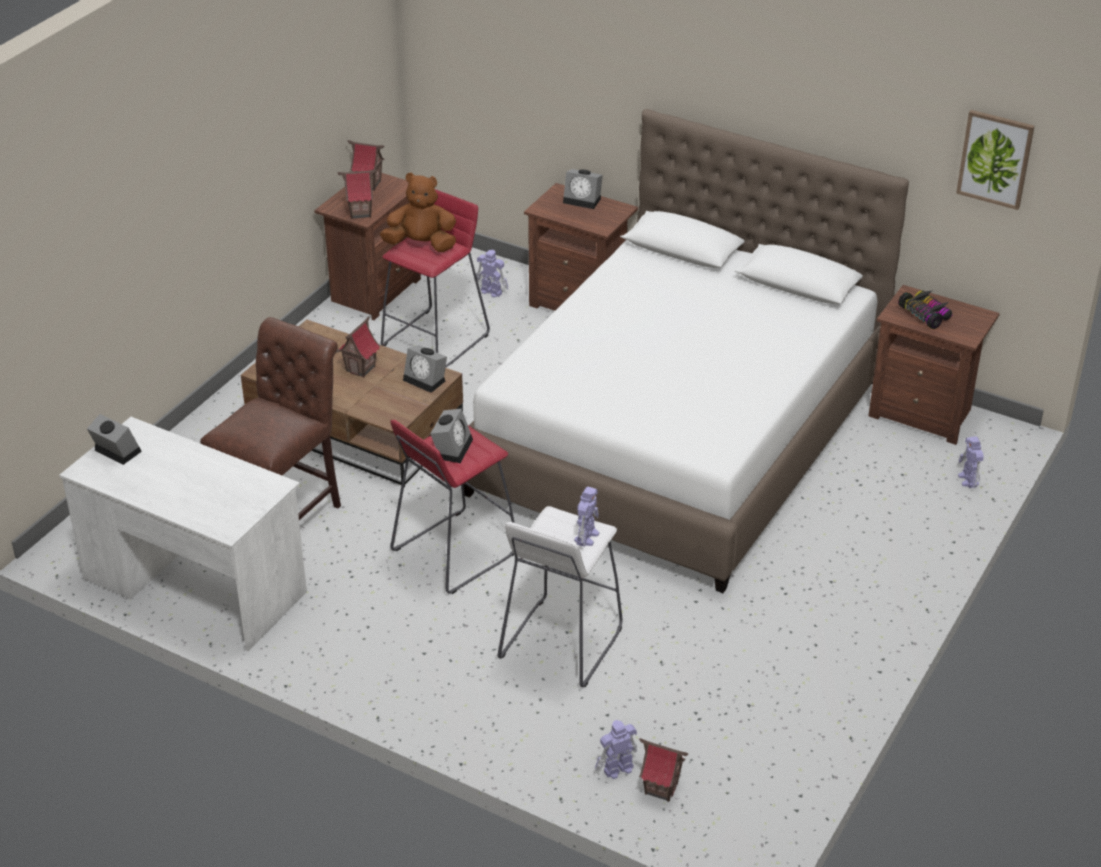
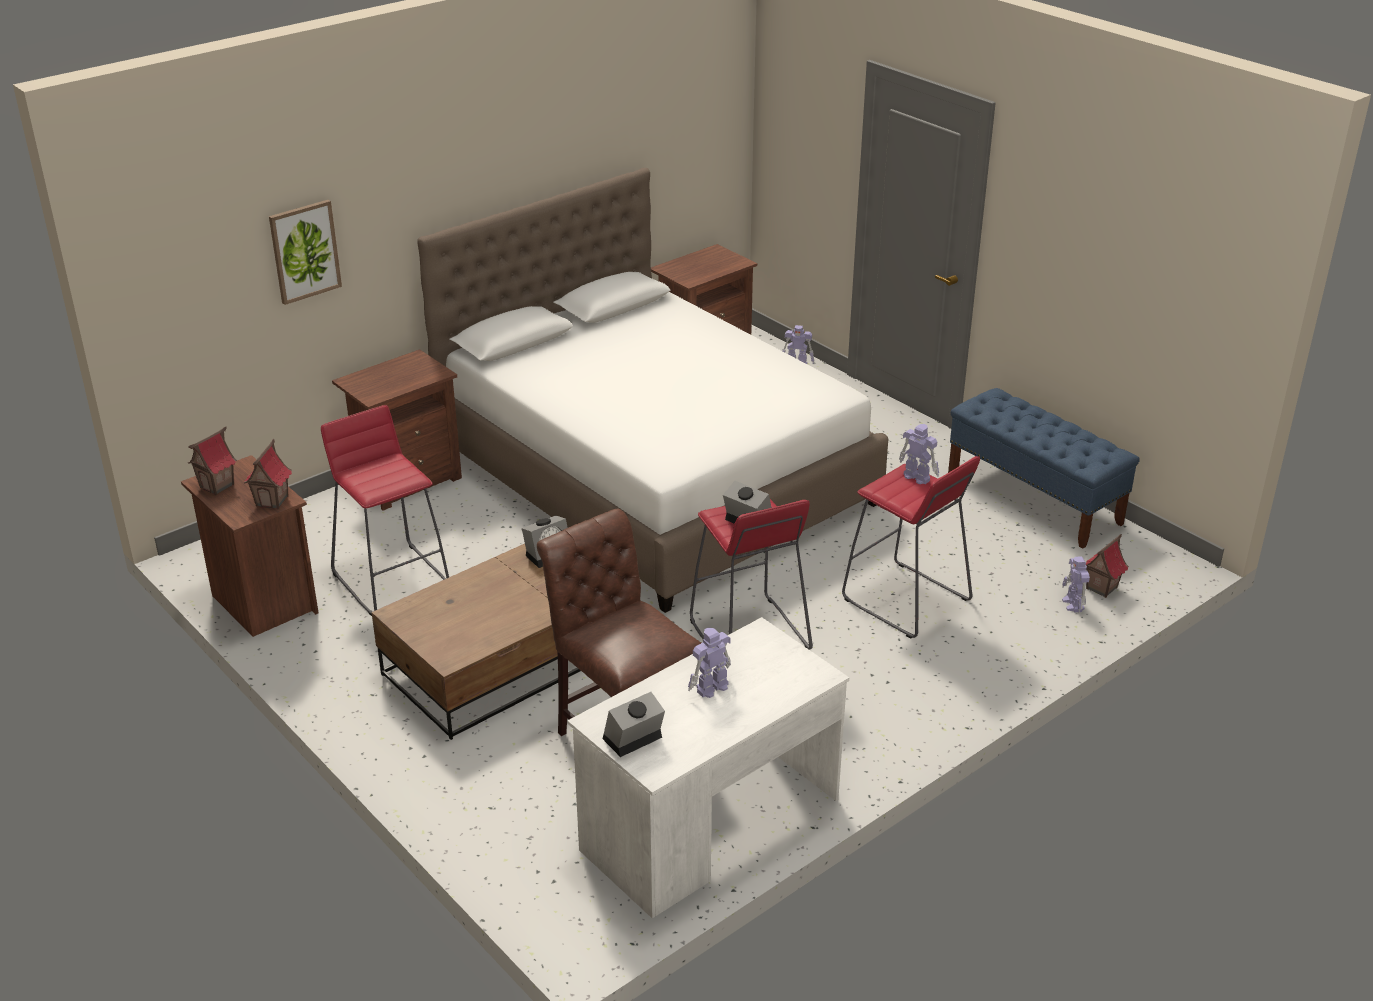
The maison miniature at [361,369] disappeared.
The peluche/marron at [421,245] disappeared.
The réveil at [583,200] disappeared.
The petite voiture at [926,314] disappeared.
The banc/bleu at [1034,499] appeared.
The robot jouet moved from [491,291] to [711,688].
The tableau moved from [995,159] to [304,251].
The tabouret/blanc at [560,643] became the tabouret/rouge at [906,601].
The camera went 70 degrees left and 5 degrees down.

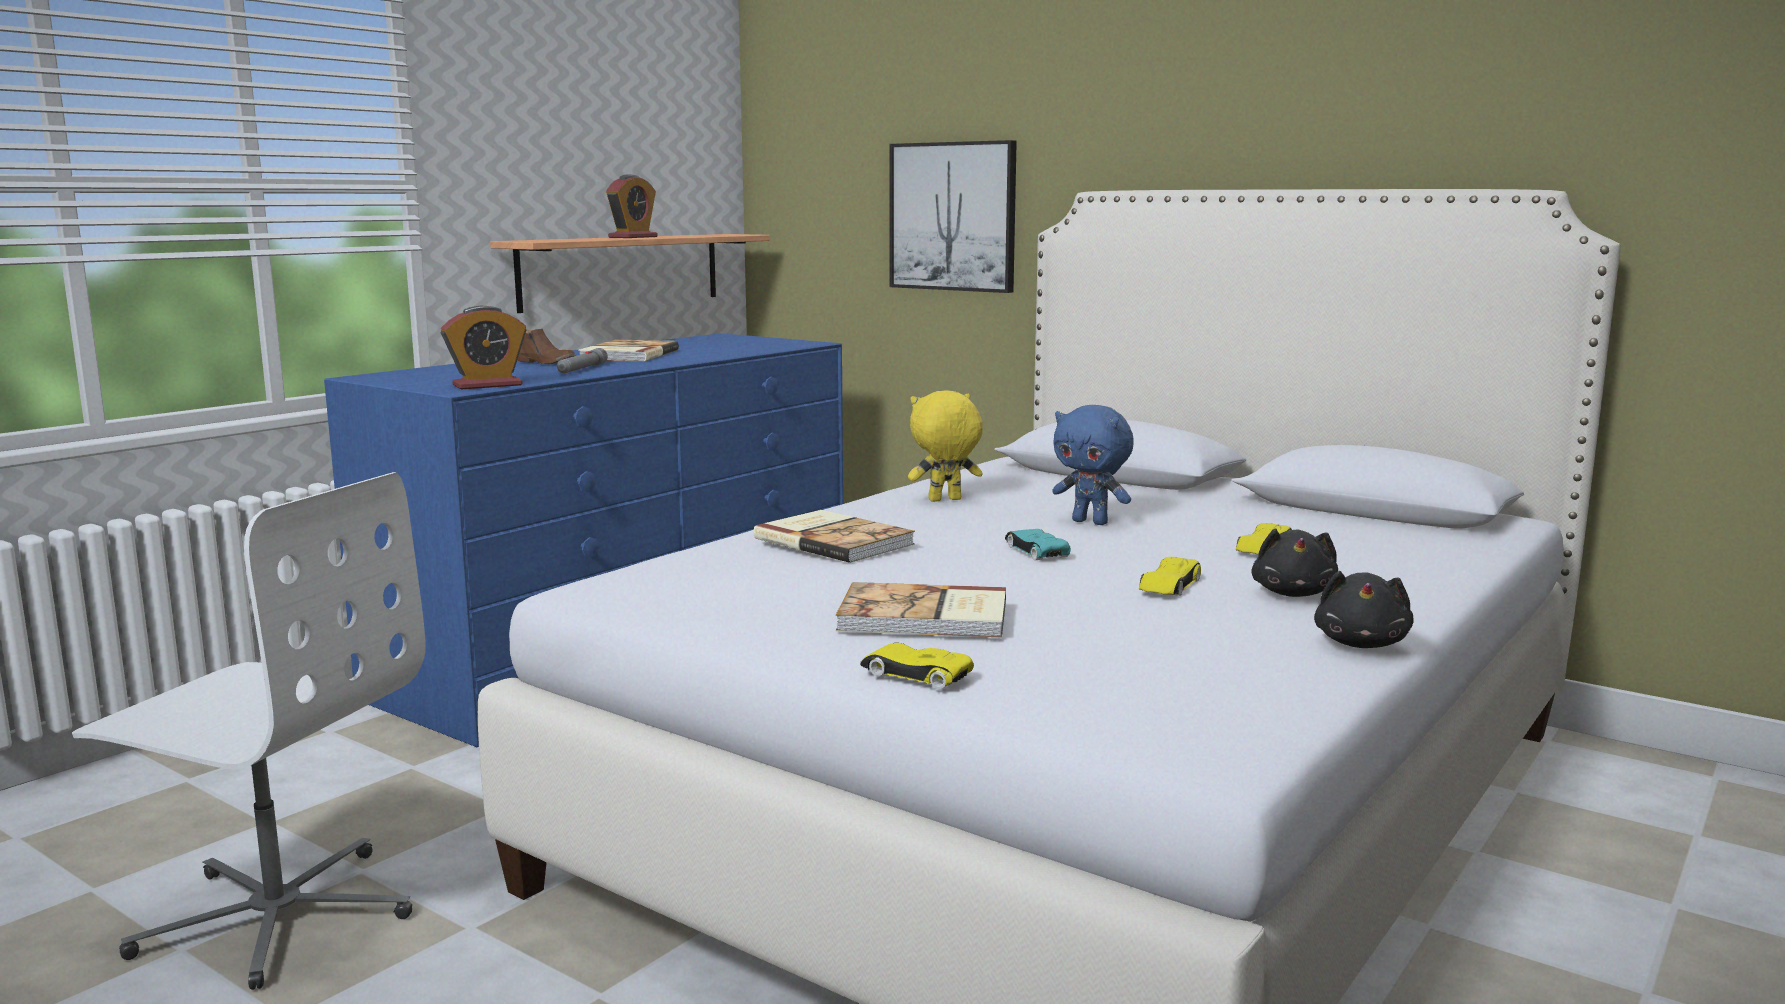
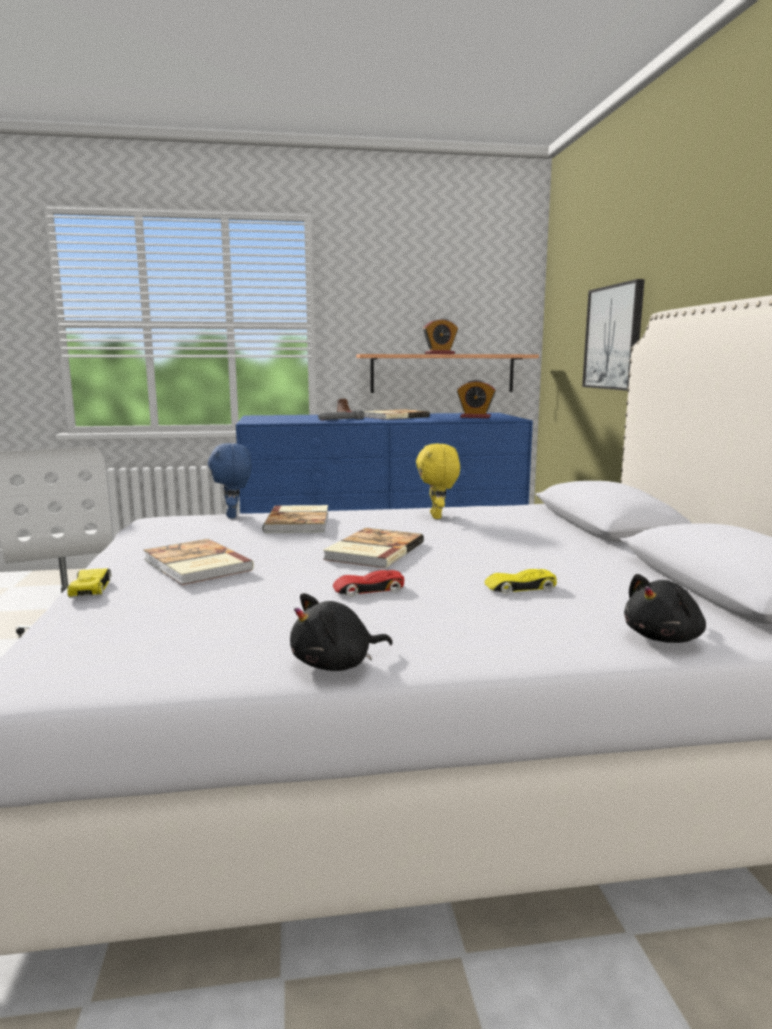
The réveil moved from [487,385] to [475,417].
The peluche/bleu moved from [1091,522] to [233,516].
The peluche/noir moved from [1293,593] to [664,638].
The petite voiture/turquoise at [1036,551] was replaced by the livre at [372,551].
The petite voiture/jaune at [1169,586] became the petite voiture/rouge at [368,590].
The peluche/jaune at [944,500] turned 120 degrees counterclockwise.
The camera went 45 degrees right and 0 degrees up.

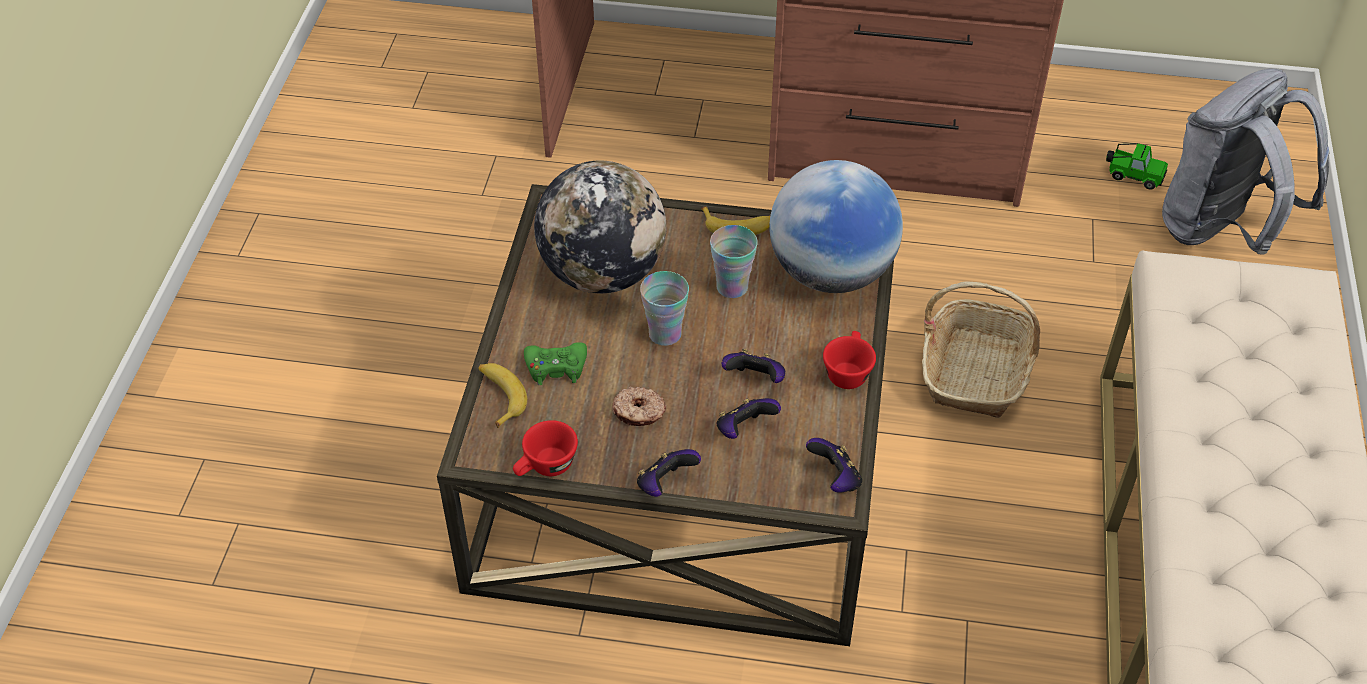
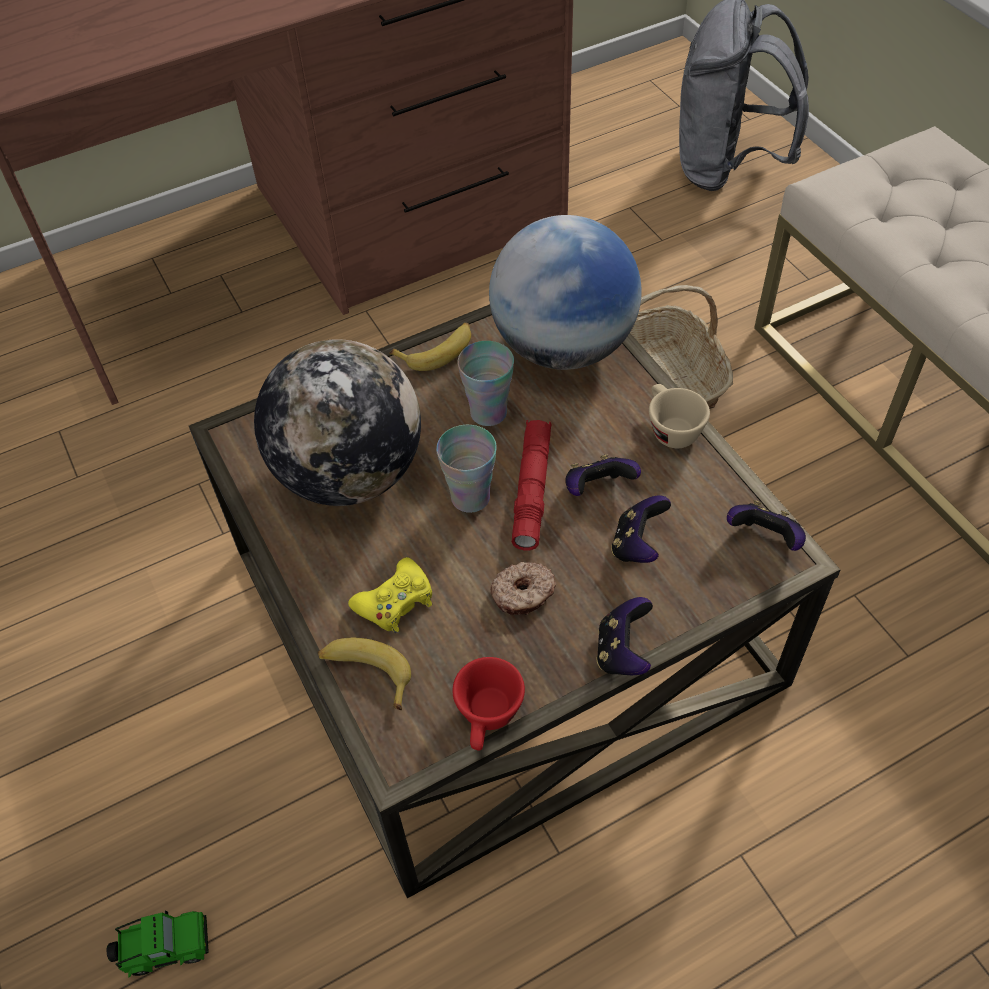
The lampe de poche/rouge at [532,489] appeared.
The petite voiture moved from [1132,176] to [164,948].
The manette/vert at [556,368] became the manette/jaune at [395,602].
The tasse/rouge at [847,371] became the tasse/beige at [670,428].
The camera went 35 degrees left and 5 degrees up.

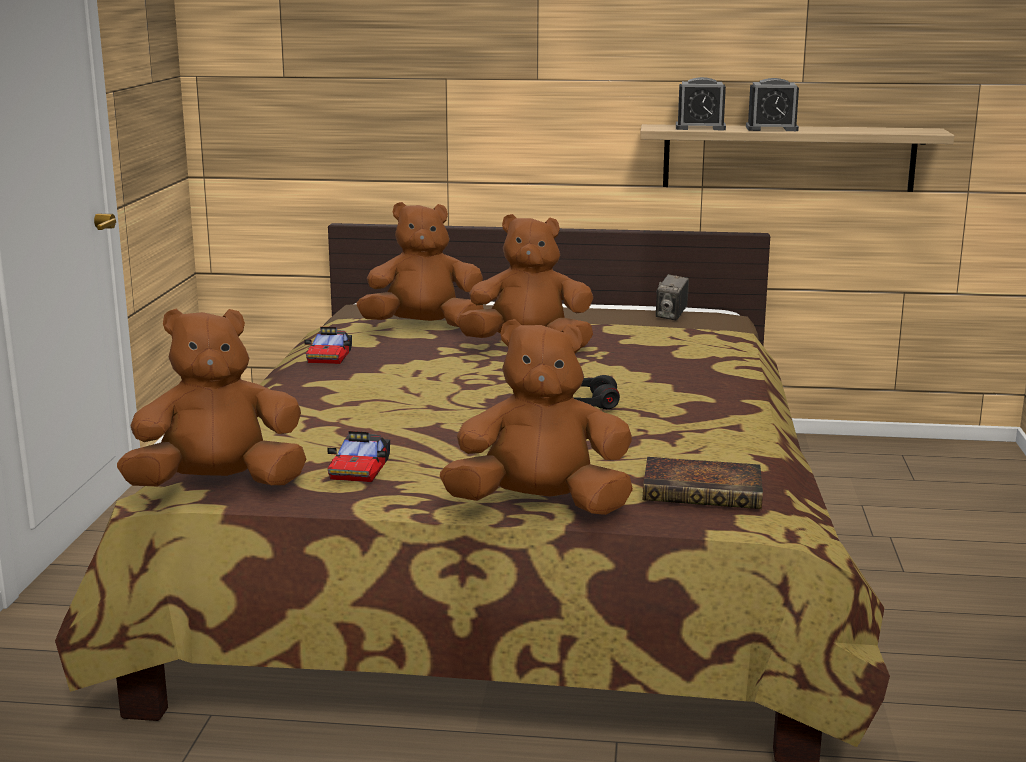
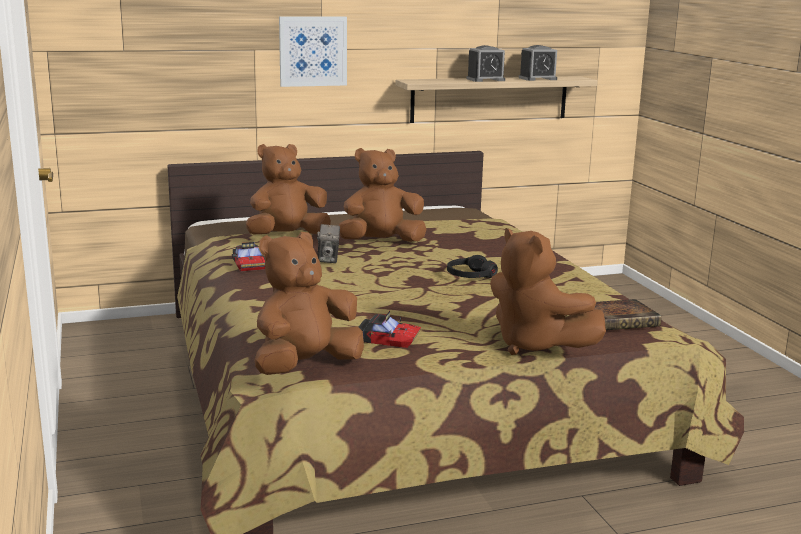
The tableau at [312,51] appeared.
The appareil photo moved from [671,316] to [328,259].
The réveil moved from [700,127] to [537,79].
The petite voiture at [360,468] turned 60 degrees counterclockwise.
The peluche/marron at [540,506] turned 105 degrees counterclockwise.
The camera went 25 degrees left and 0 degrees up.

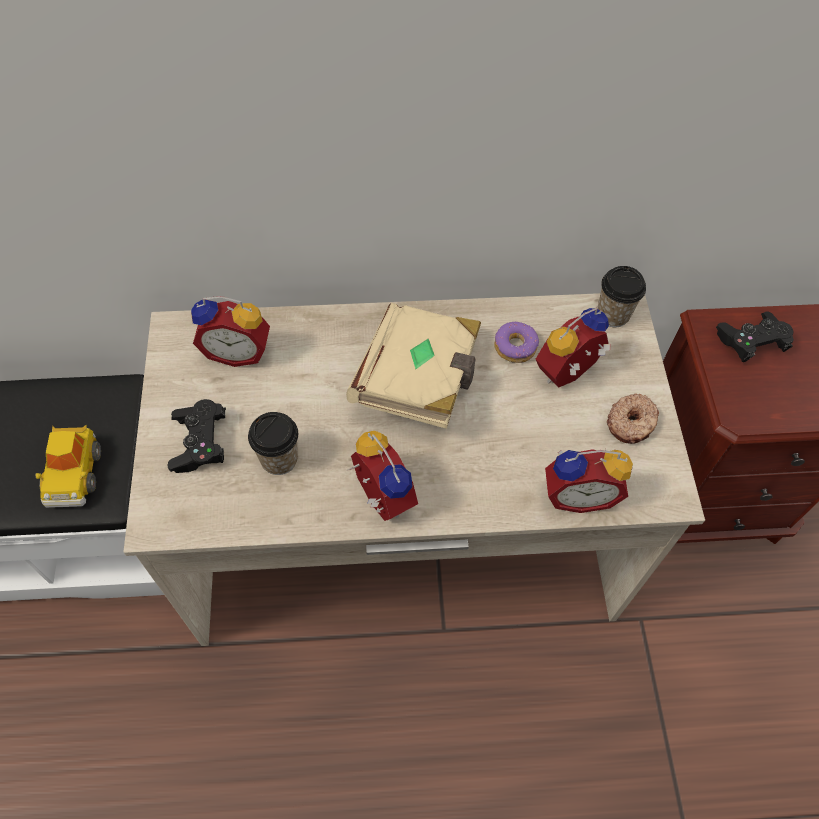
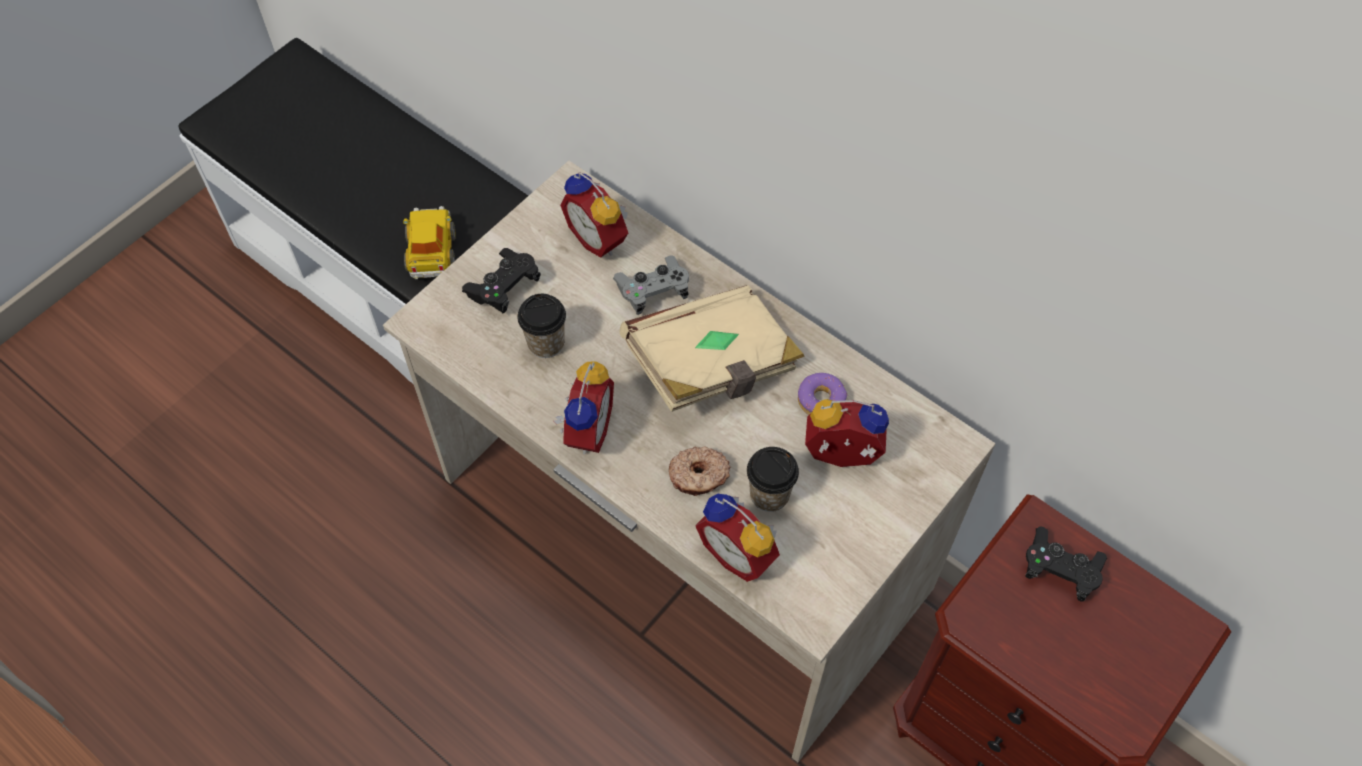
The manette/gris at [653,292] appeared.
The tasse moved from [613,314] to [769,495].
The beignet moved from [631,423] to [699,476].
The petite voiture at [73,473] turned 135 degrees clockwise.
The camera went 45 degrees right and 0 degrees up.

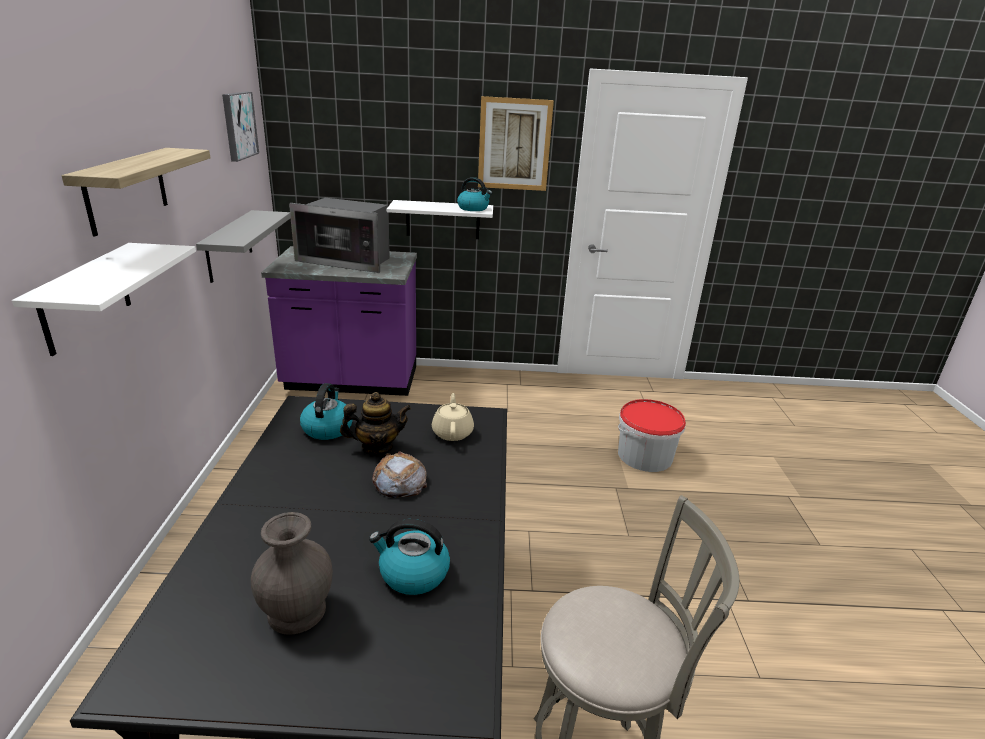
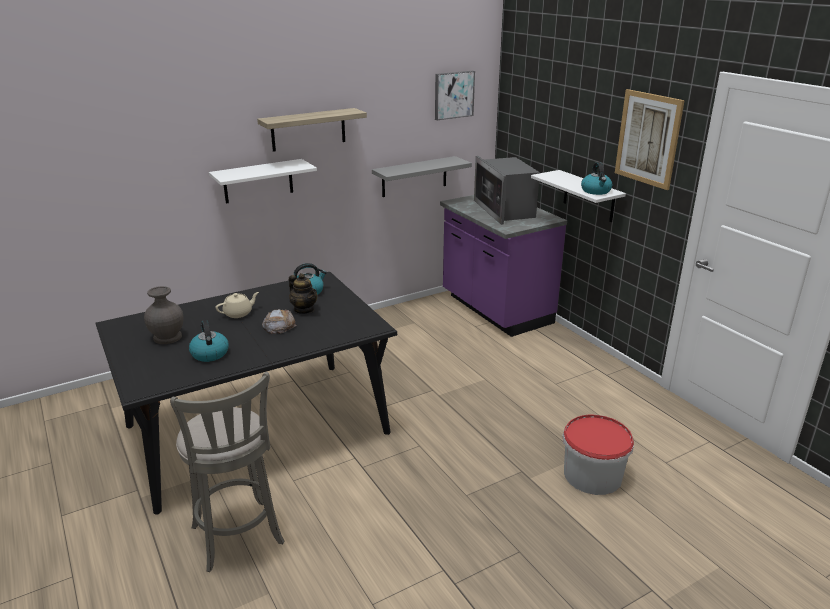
The théière/beige moved from [452,432] to [238,313].
The camera went 60 degrees right and 0 degrees up.

